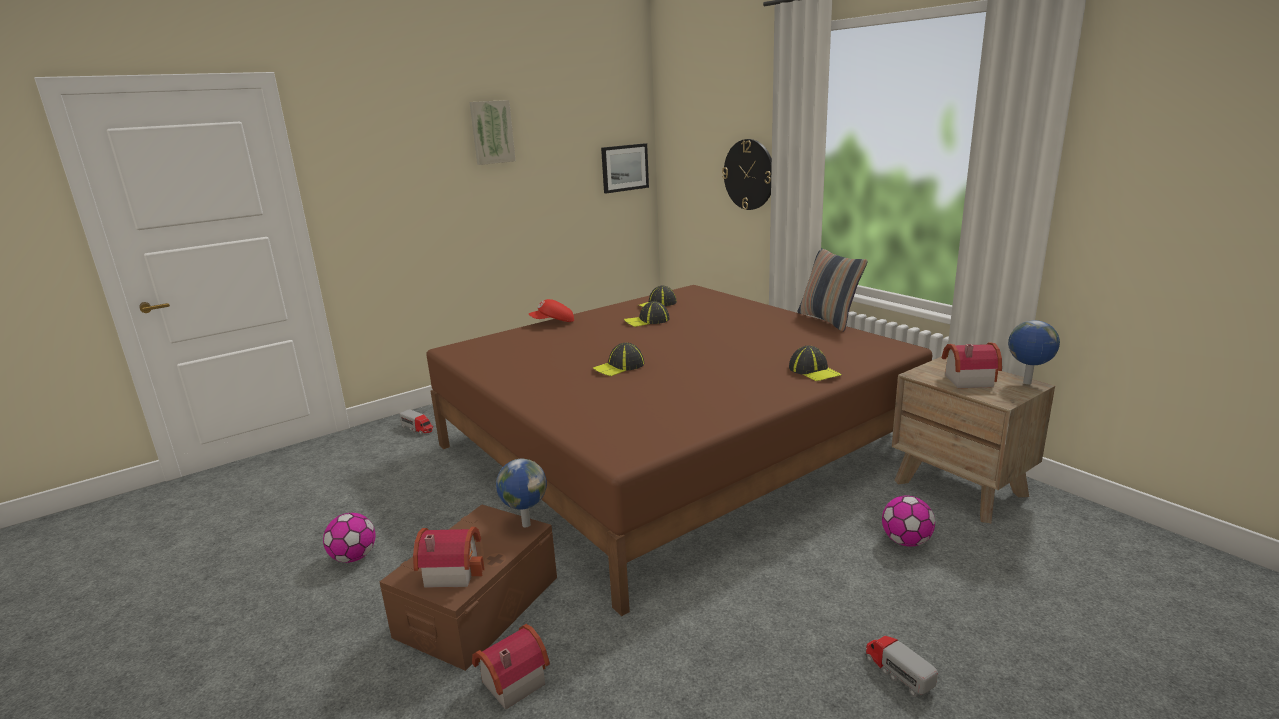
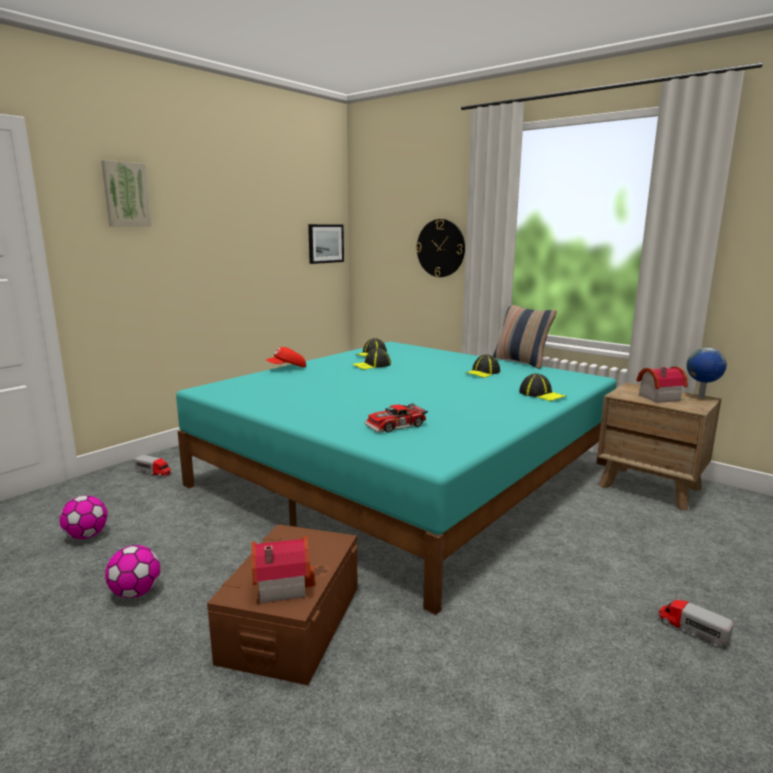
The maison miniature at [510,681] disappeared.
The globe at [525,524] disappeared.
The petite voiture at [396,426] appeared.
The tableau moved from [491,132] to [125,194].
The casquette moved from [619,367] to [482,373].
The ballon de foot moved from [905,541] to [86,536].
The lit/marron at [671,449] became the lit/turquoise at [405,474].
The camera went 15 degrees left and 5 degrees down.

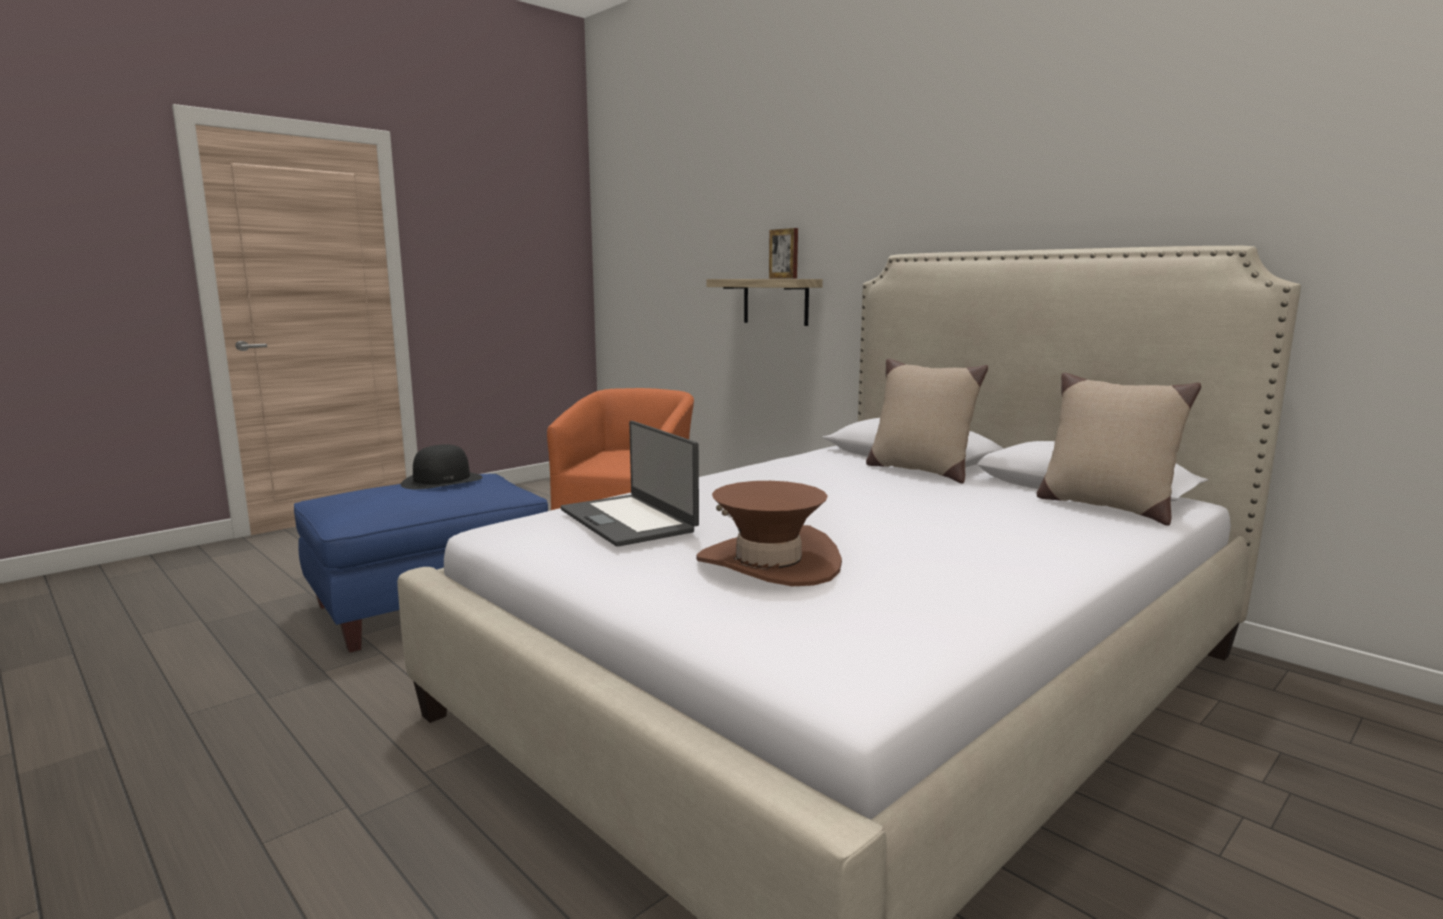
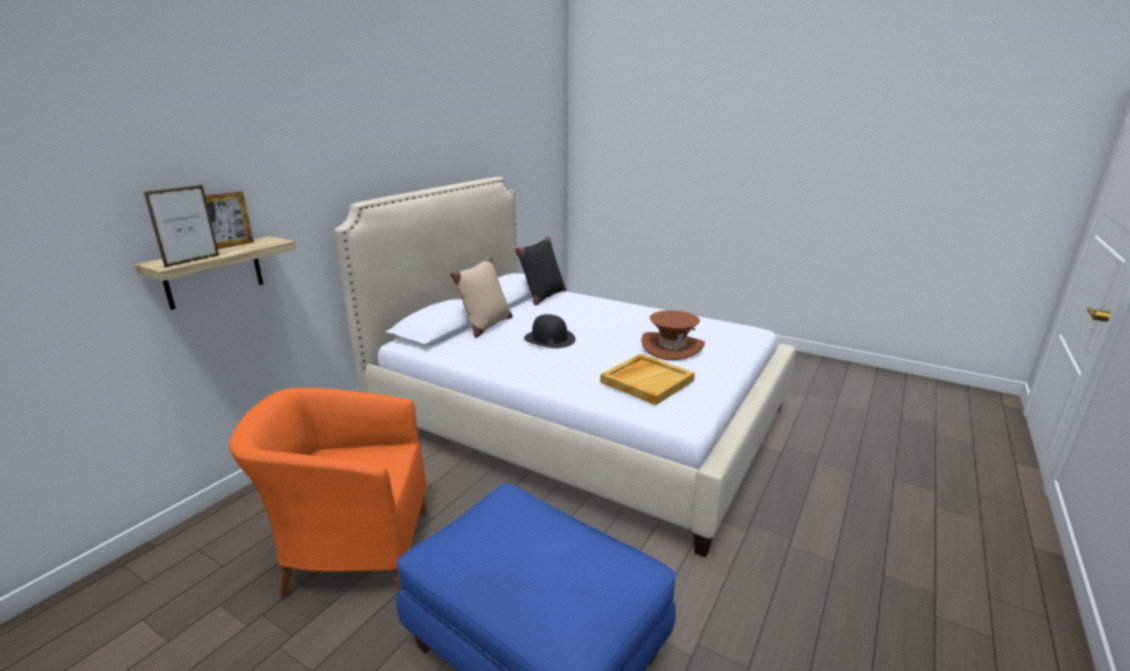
The cadre photo at [193,261] appeared.
The chapeau/noir moved from [442,480] to [549,339].
The ordinateur portable at [629,520] was replaced by the plateau/beige at [647,381].
The coussin/beige at [1104,507] became the coussin/noir at [543,297].
The camera went 105 degrees left and 10 degrees up.

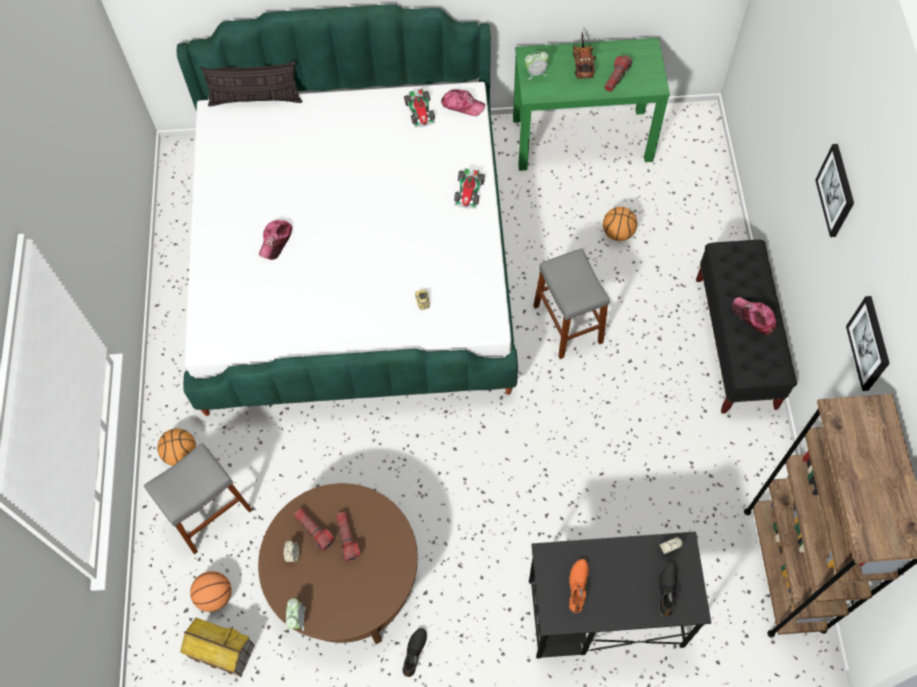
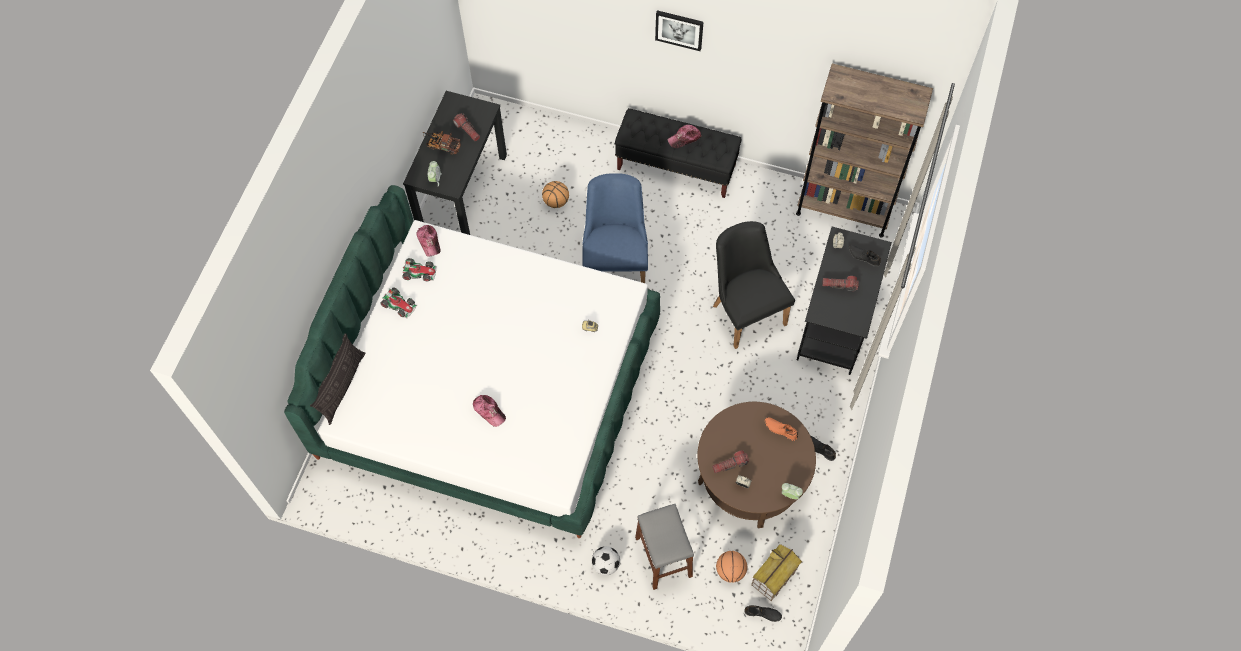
The tableau at [869,343] disappeared.
The chaise/noir at [745,309] appeared.
The chaussure/noir at [762,614] appeared.
The lampe de poche moved from [347,538] to [839,285].
The petite voiture moved from [469,191] to [399,304].
The chaussure/orange moved from [578,586] to [780,429].
The ballon de basket at [181,454] was replaced by the ballon de foot at [606,564].
The tabouret/gris at [568,324] was replaced by the chaise/bleu at [615,262].
The table console/vert at [582,139] became the table console/noir at [462,191].
The casquette at [462,105] turned 120 degrees clockwise.
The camera went 70 degrees left and 0 degrees up.

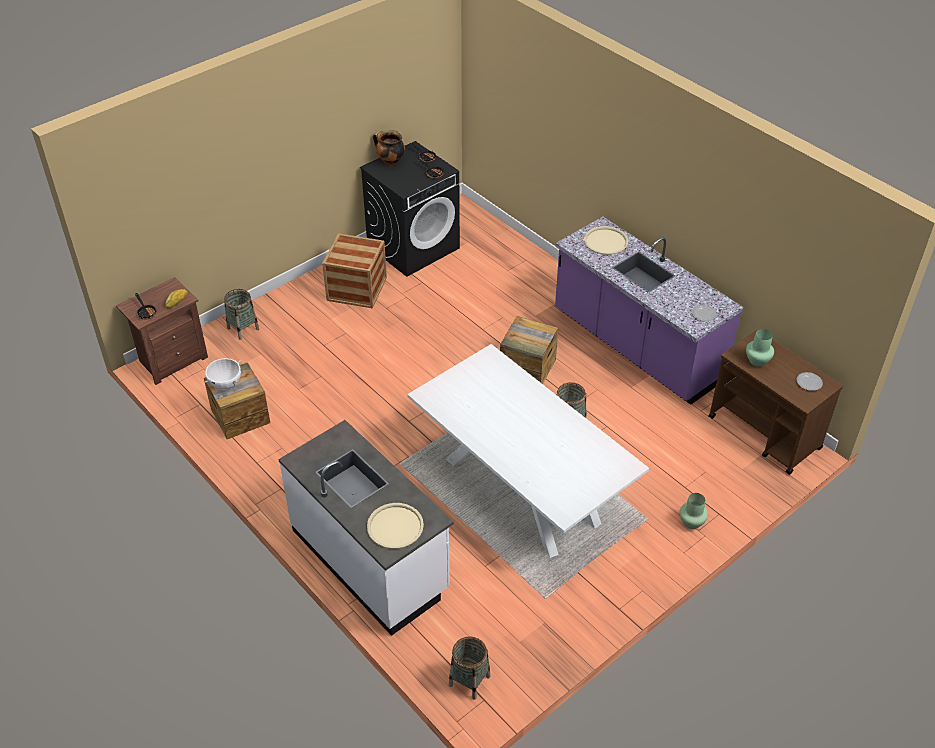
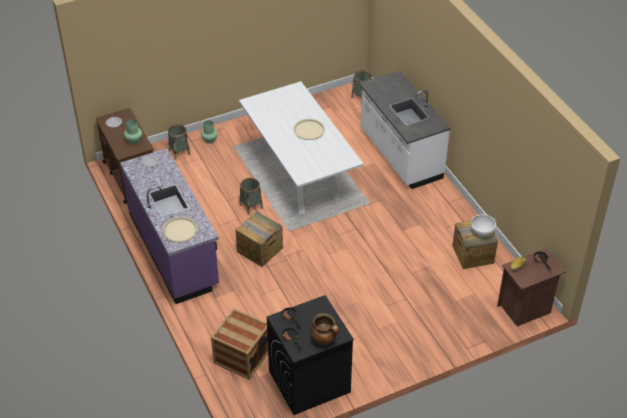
The panier moved from [243,328] to [179,152].
The caisse moved from [357,289] to [242,356].
The plateau/beige moved from [395,526] to [309,130].
The camera went 165 degrees left and 0 degrees up.

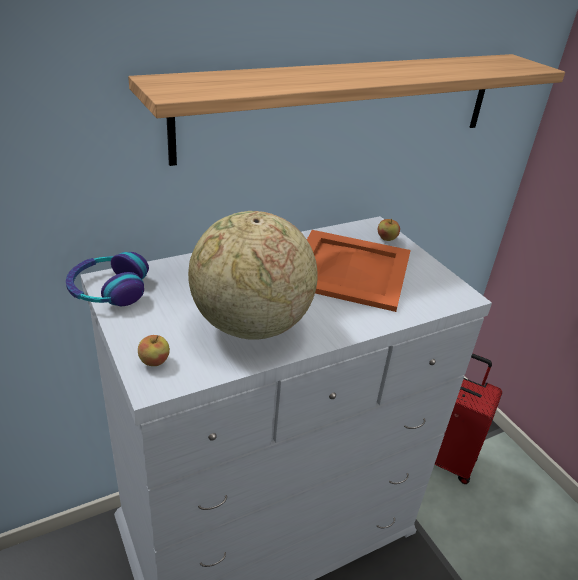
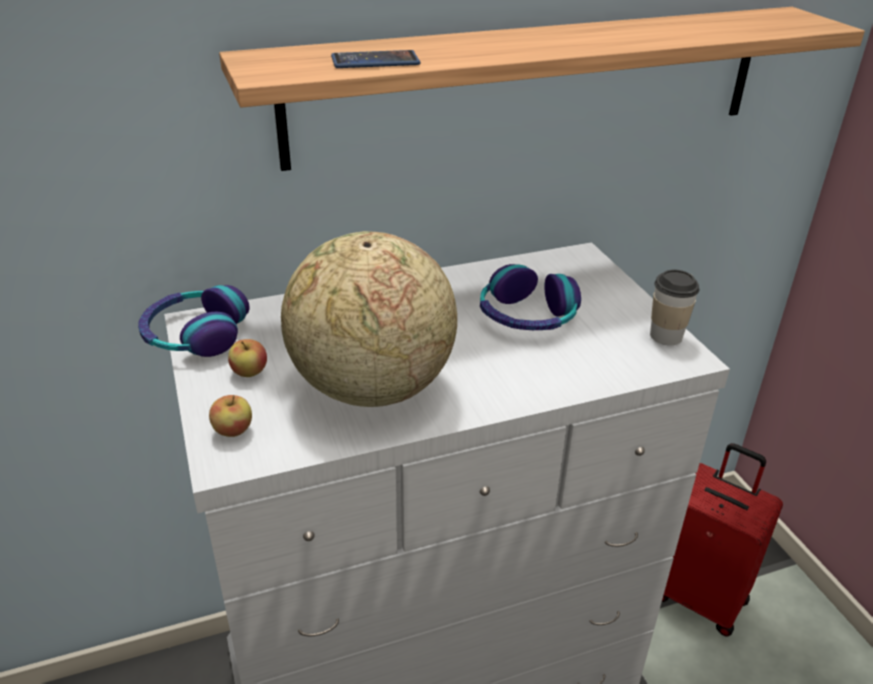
The téléphone at [375,61] appeared.
The tasse at [666,336] appeared.
The pomme moved from [387,239] to [249,372].
The plateau/orange at [348,269] was replaced by the casque audio at [527,316].
The camera went 10 degrees right and 0 degrees up.

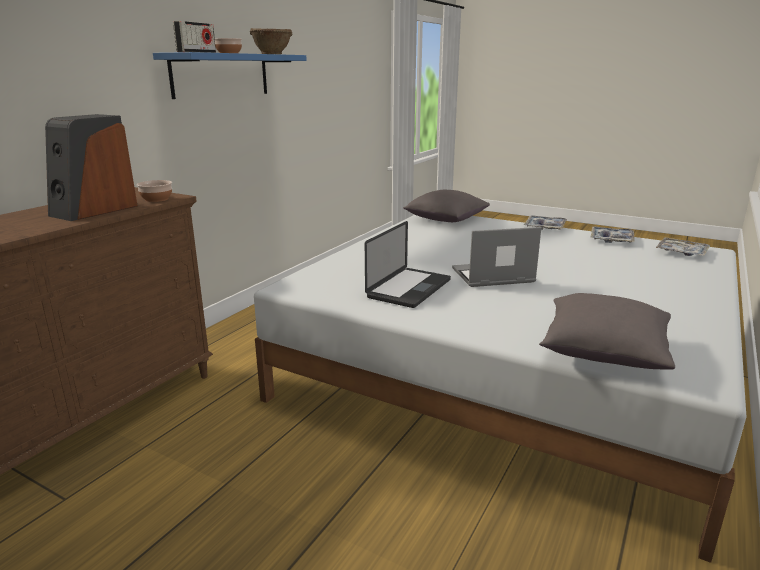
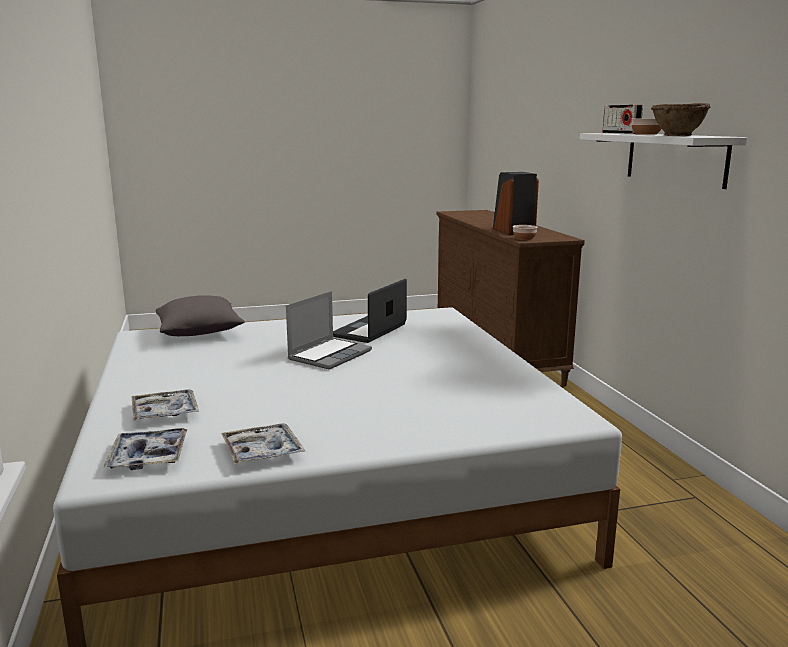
The coussin/gris at [445,219] disappeared.
The plateau moved from [545,227] to [165,412].
The étagère/bleu at [221,75] became the étagère/blanc at [675,158].
The ordinateur portable at [409,289] turned 45 degrees clockwise.
The camera went 135 degrees right and 5 degrees down.

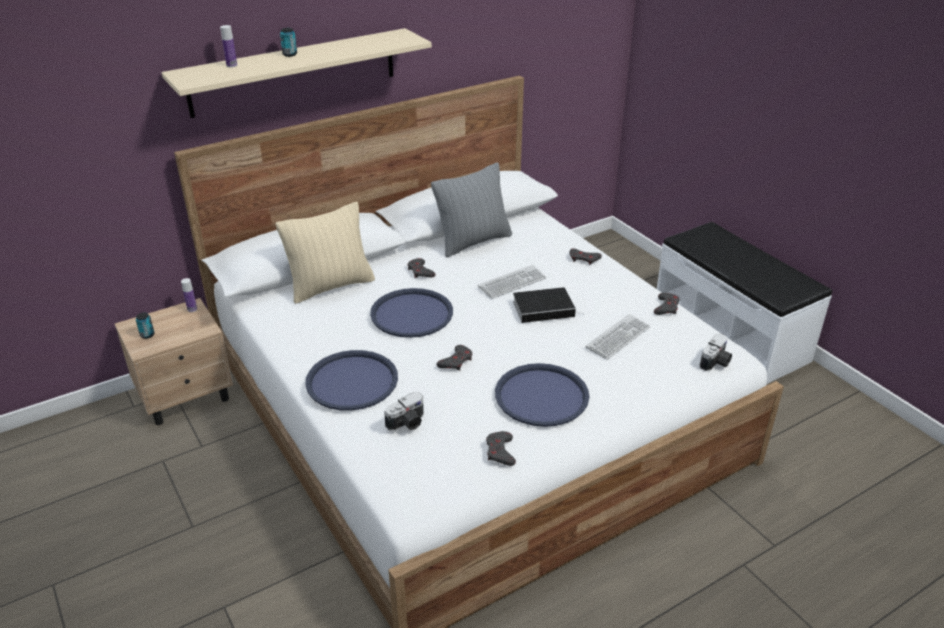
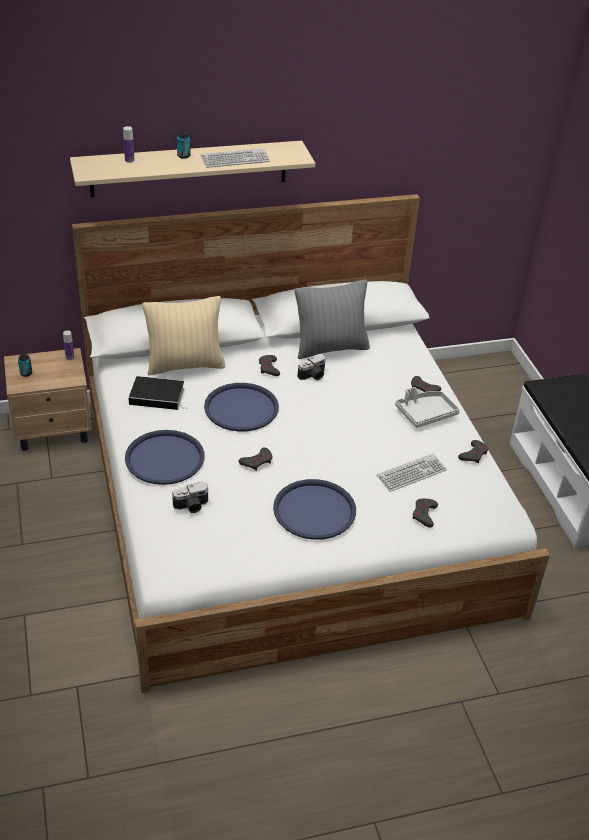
The plateau/gris at [425,414] appeared.
The clavier moved from [512,283] to [235,159].
The manette/gris moved from [500,452] to [424,514].
The livre moved from [545,308] to [158,396].
The appareil photo moved from [716,362] to [313,376].
The camera went 15 degrees right and 5 degrees up.

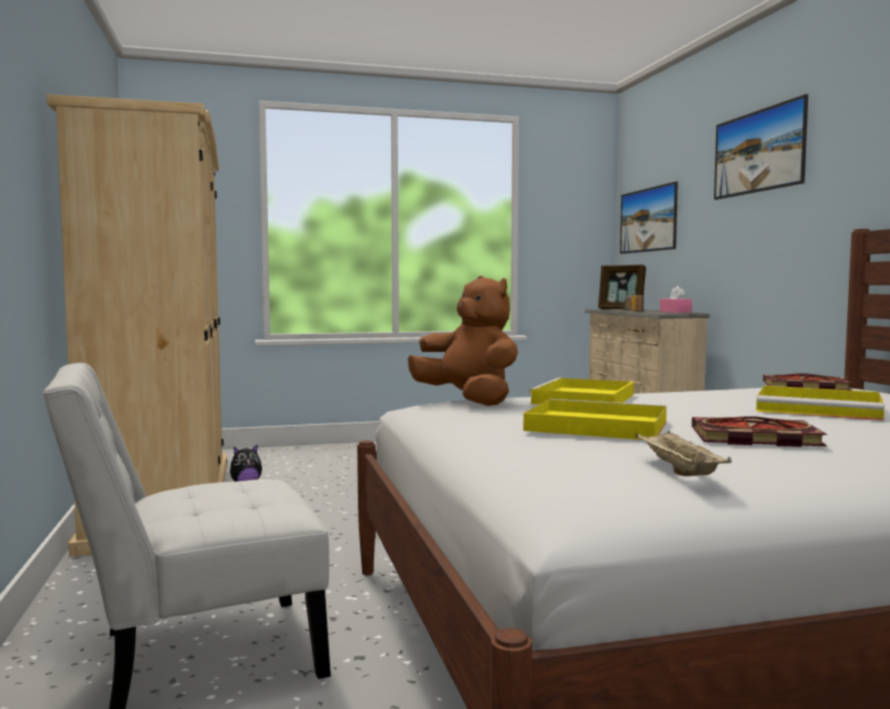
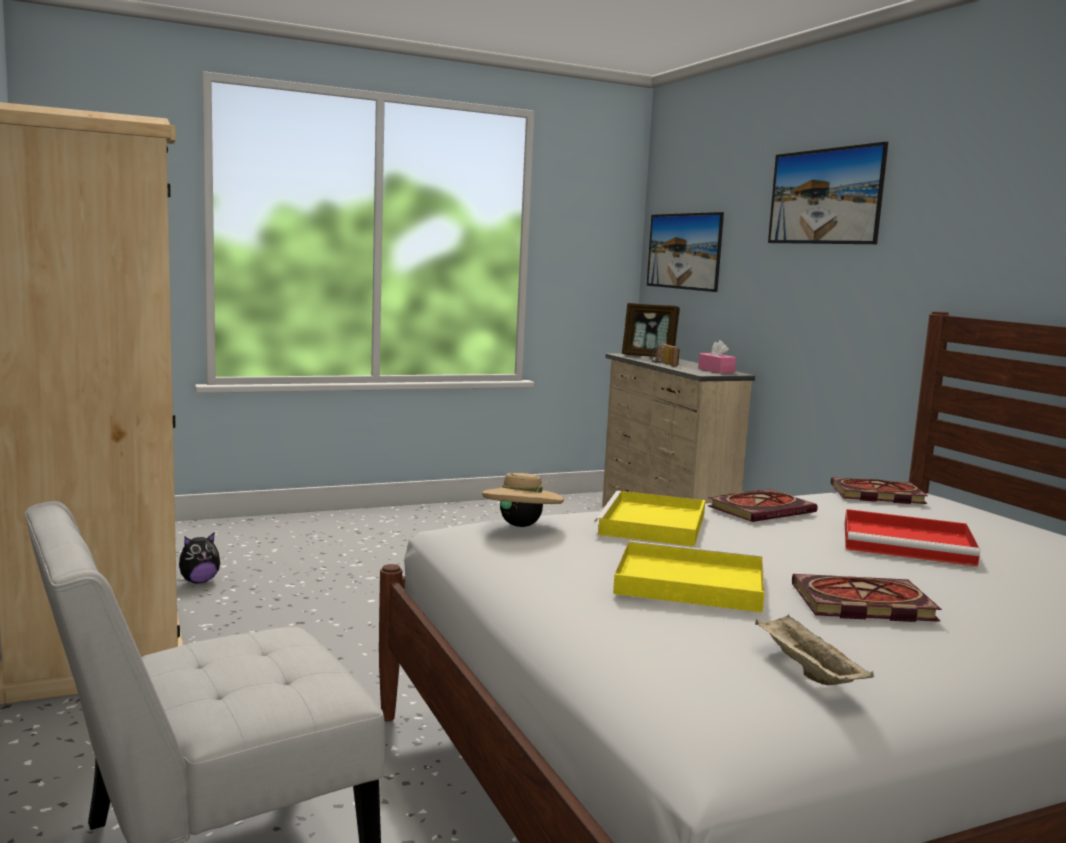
The livre at [761,509] appeared.
The peluche/marron at [468,401] was replaced by the chapeau/beige at [521,526].
The plateau/jaune at [821,409] became the plateau/rouge at [910,544].
The camera went 10 degrees left and 5 degrees up.

